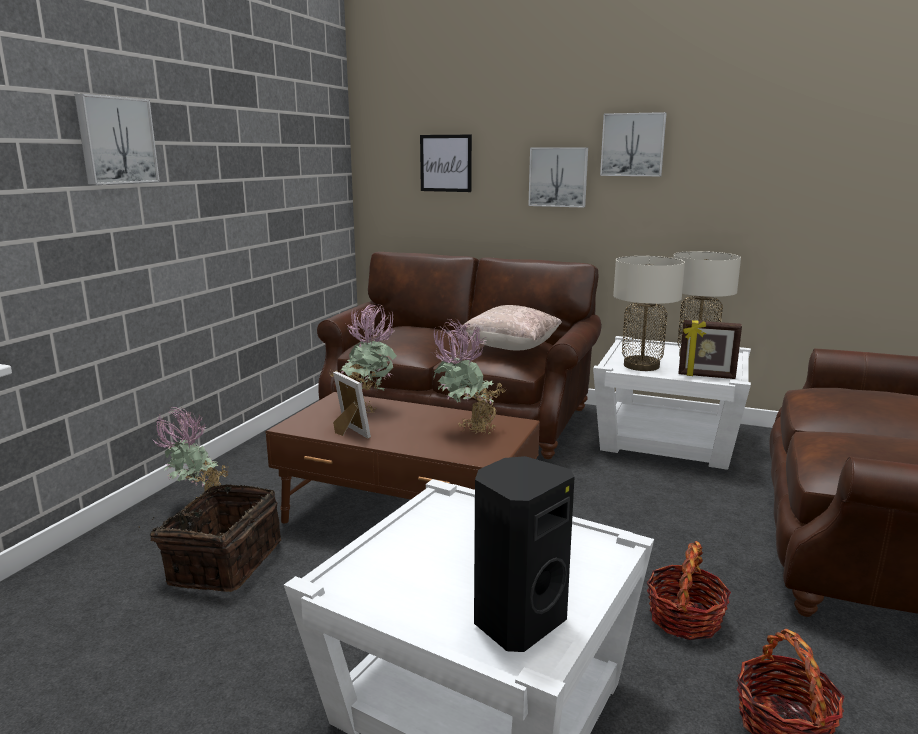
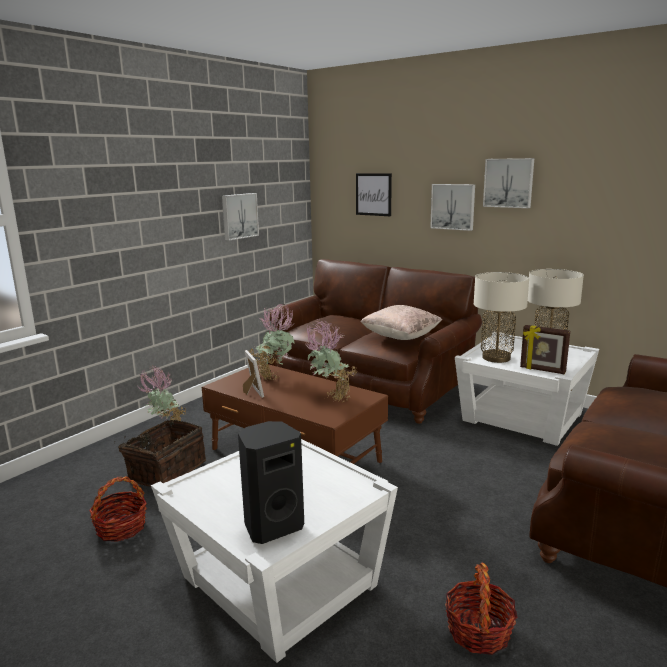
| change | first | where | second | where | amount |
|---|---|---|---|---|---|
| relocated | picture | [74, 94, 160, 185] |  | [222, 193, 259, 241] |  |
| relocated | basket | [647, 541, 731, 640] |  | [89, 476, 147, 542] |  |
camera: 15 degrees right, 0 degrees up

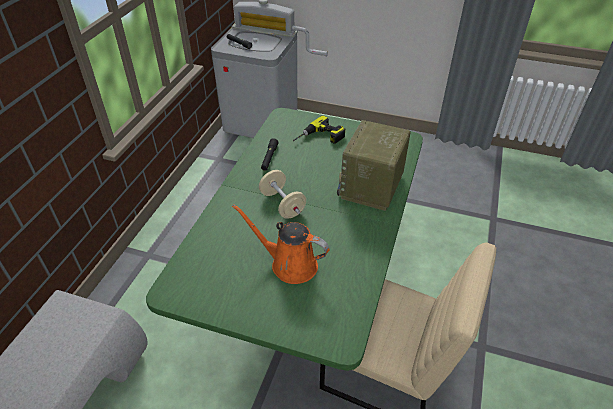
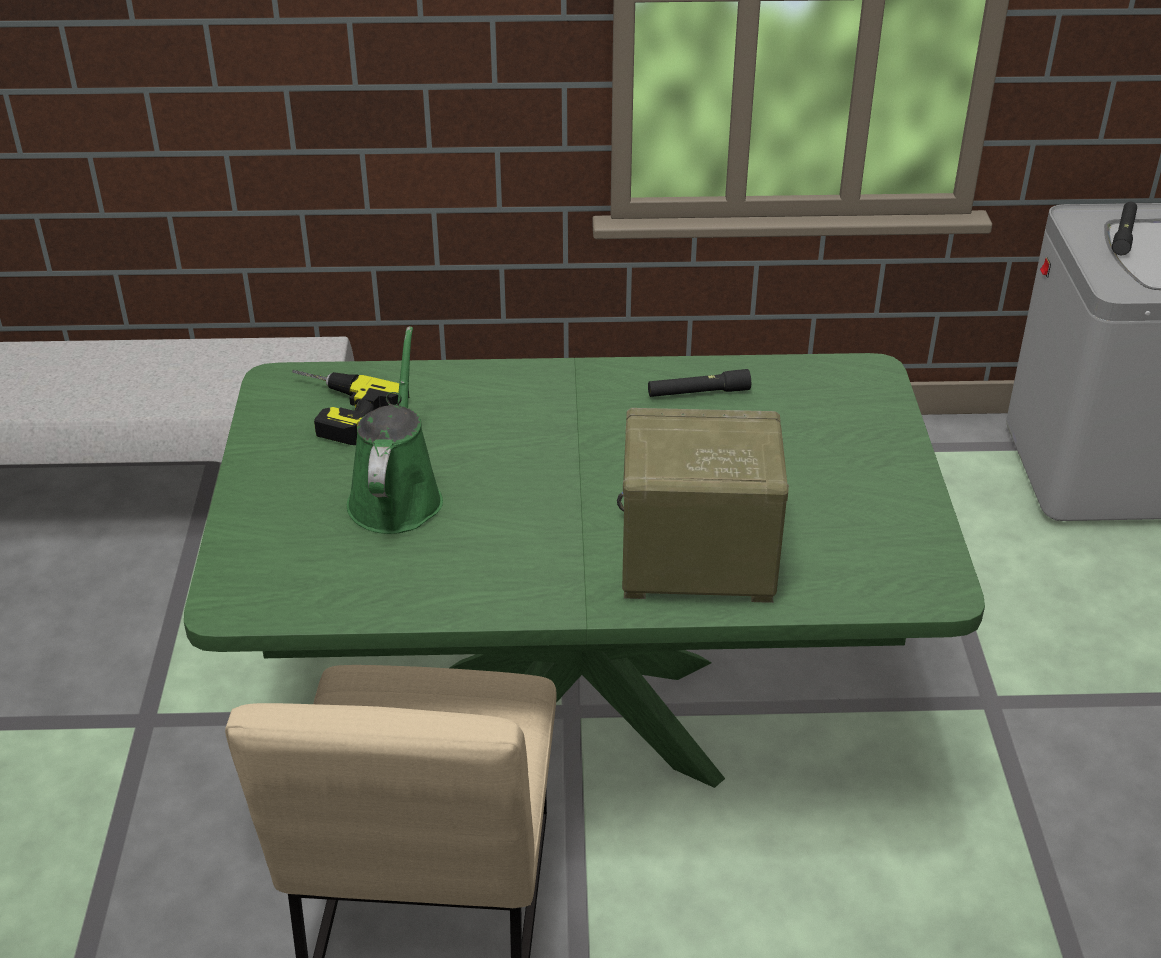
| change | first | where | second | where | amount |
|---|---|---|---|---|---|
| colour | orange watering can | [232, 204, 329, 284] | green watering can | [347, 327, 443, 534] |  |
| missing | beige dumbbell | [259, 170, 306, 219] |  |  |  |
| relocated | power drill | [293, 115, 345, 144] |  | [292, 370, 409, 445] |  |
camera: 70 degrees right, 5 degrees down

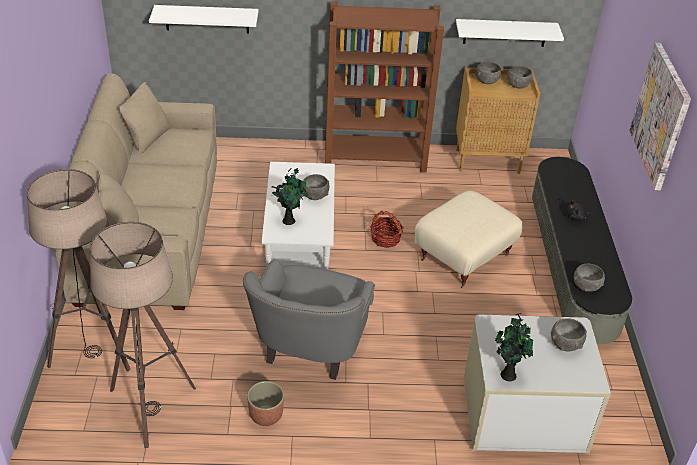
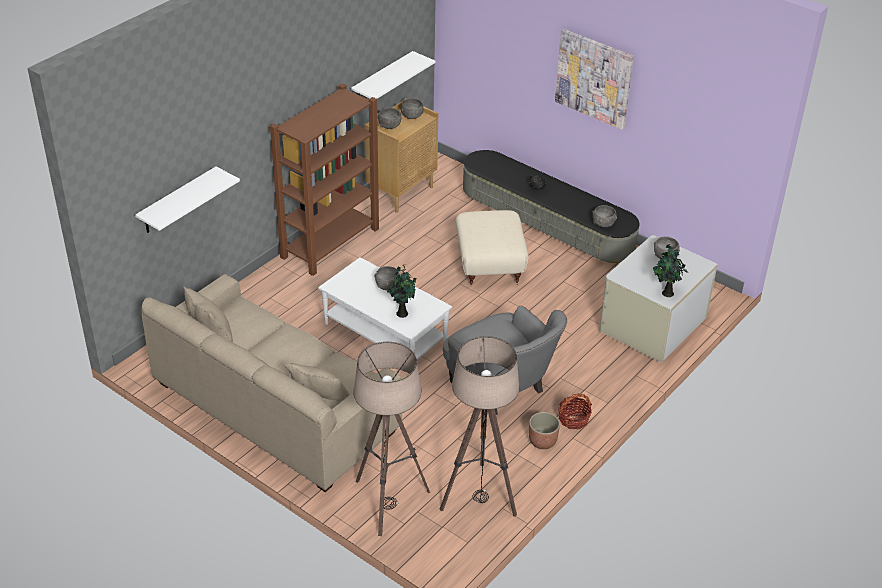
| change | first | where | second | where | amount |
|---|---|---|---|---|---|
| relocated | basket | [370, 211, 403, 248] |  | [558, 393, 592, 429] |  |
camera: 50 degrees left, 0 degrees up

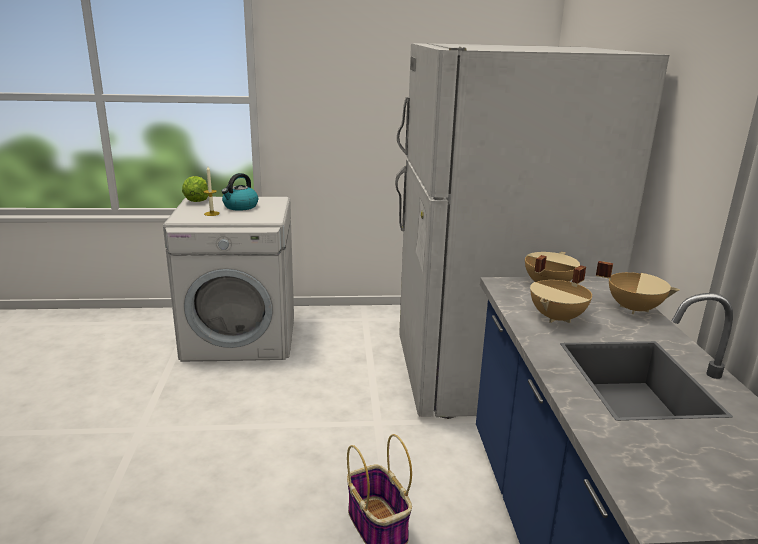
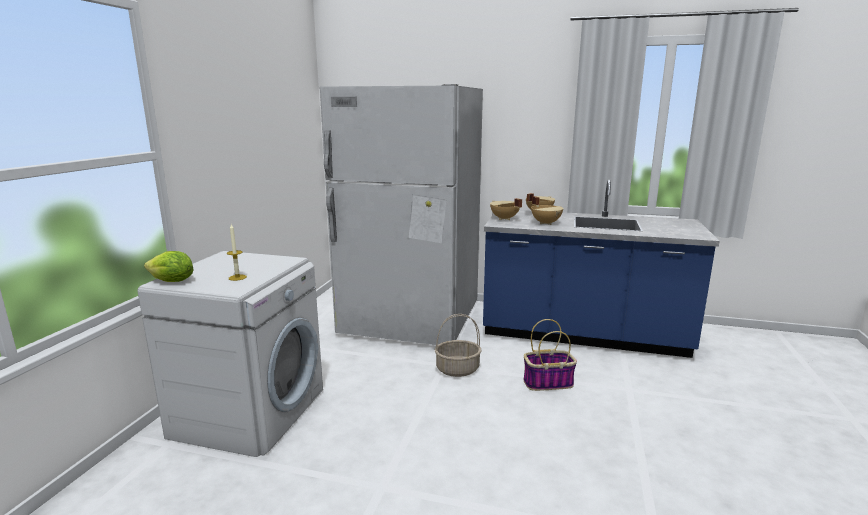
| change | first | where | second | where | amount |
|---|---|---|---|---|---|
| missing | kettle | [222, 173, 258, 211] |  |  |  |
| appeared |  |  | basket | [435, 314, 481, 377] |  |
camera: 70 degrees left, 5 degrees down

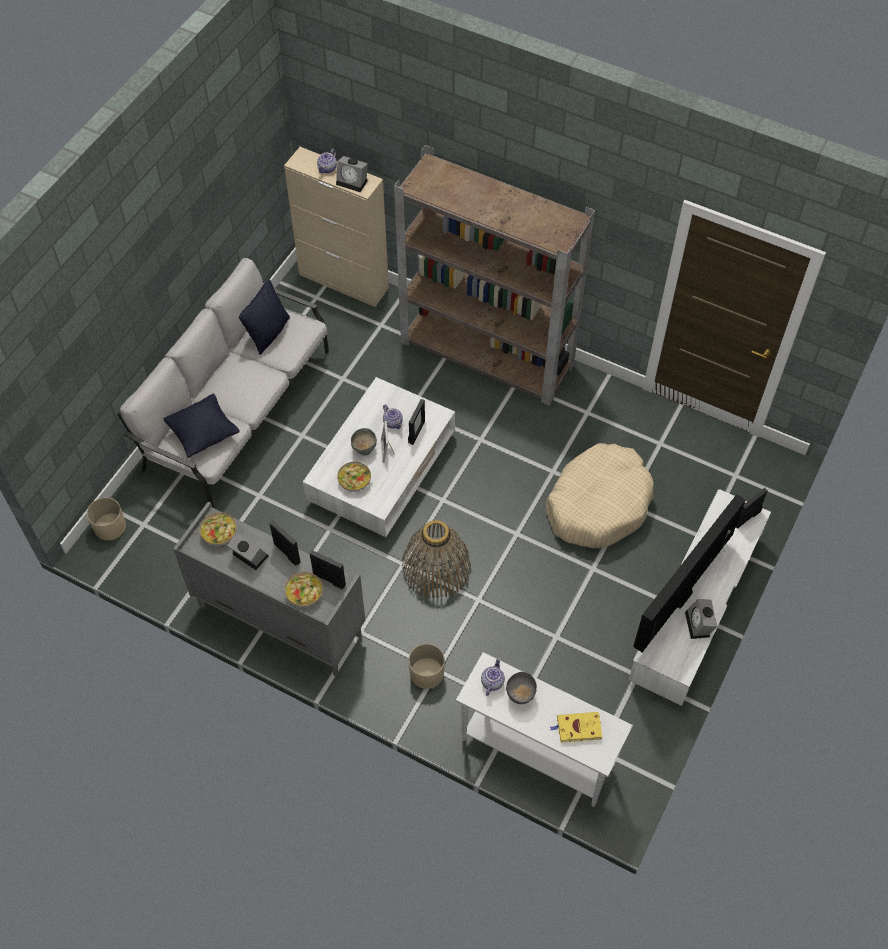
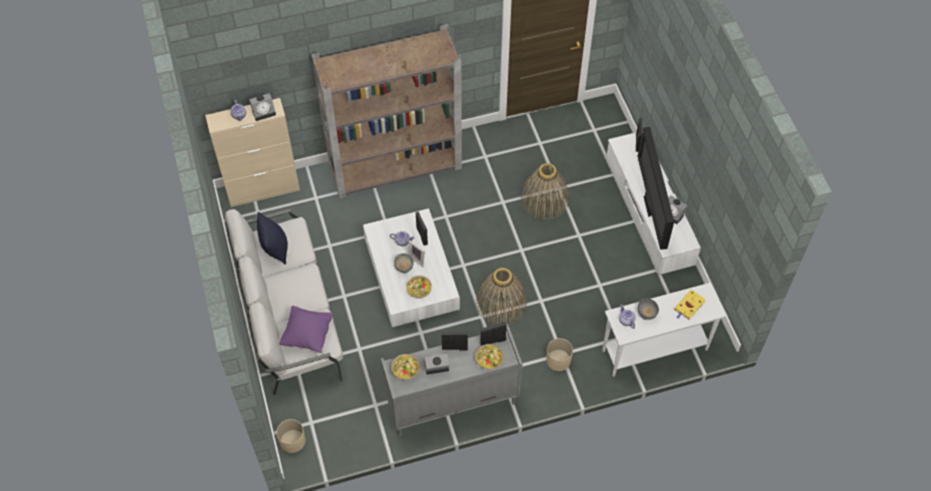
| change | first | where | second | where | amount |
|---|---|---|---|---|---|
| colour | black pillow | [163, 393, 240, 458] | purple pillow | [279, 306, 333, 353] |  |
| exchanged | beige dog bed | [546, 443, 654, 548] | basket | [521, 163, 569, 220] |  |
camera: 45 degrees left, 0 degrees up

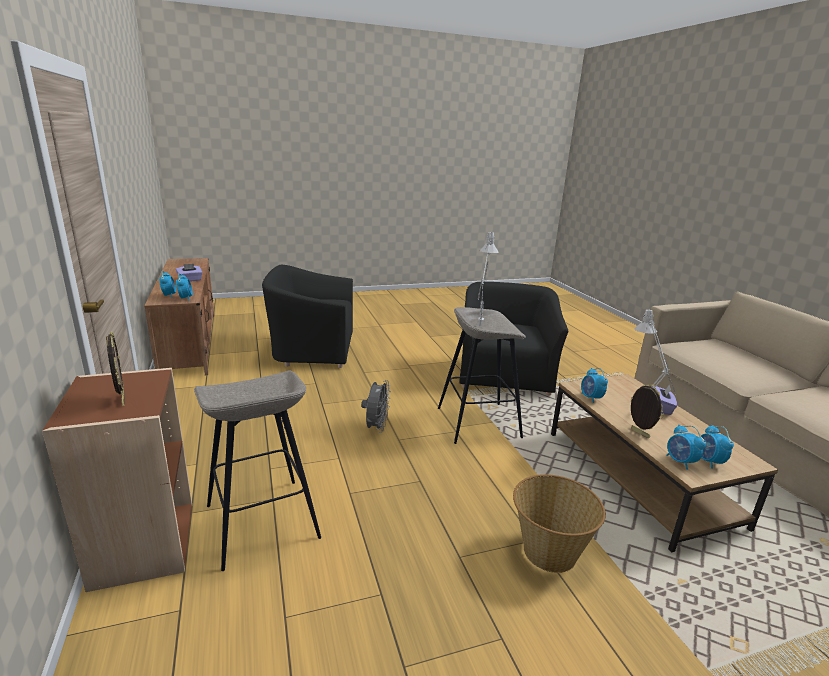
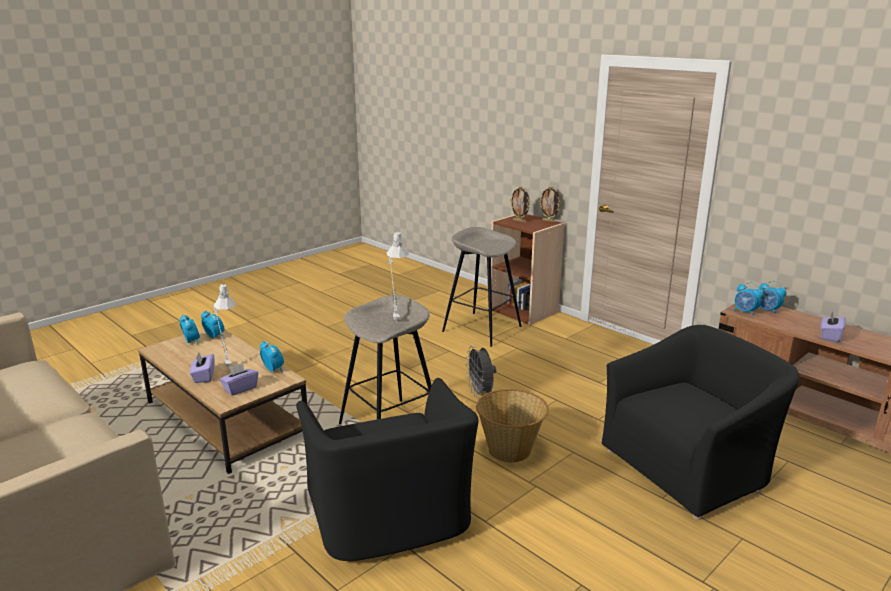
| change | first | where | second | where | amount |
|---|---|---|---|---|---|
| relocated | basket | [513, 474, 606, 573] |  | [476, 389, 549, 462] |  |
| relocated | picture frame | [630, 384, 664, 438] |  | [539, 186, 561, 223] |  |
| appeared |  |  | purple tissue box | [220, 363, 258, 396] |  |
camera: 155 degrees right, 0 degrees up

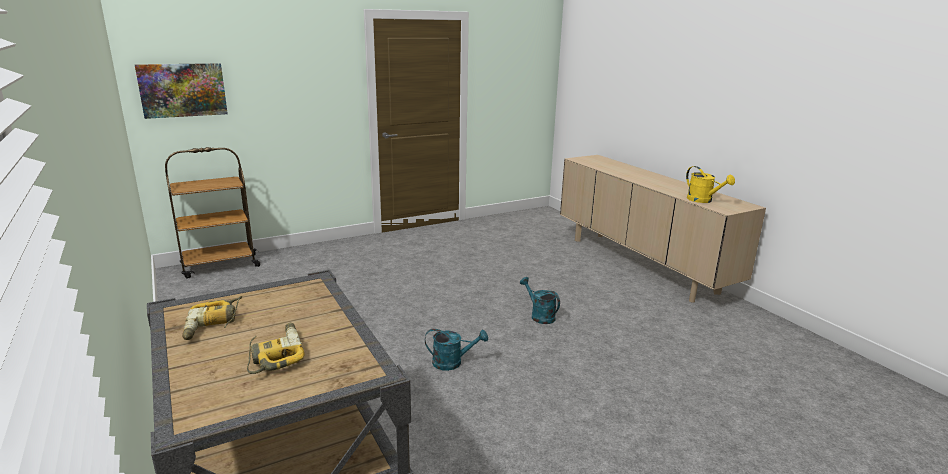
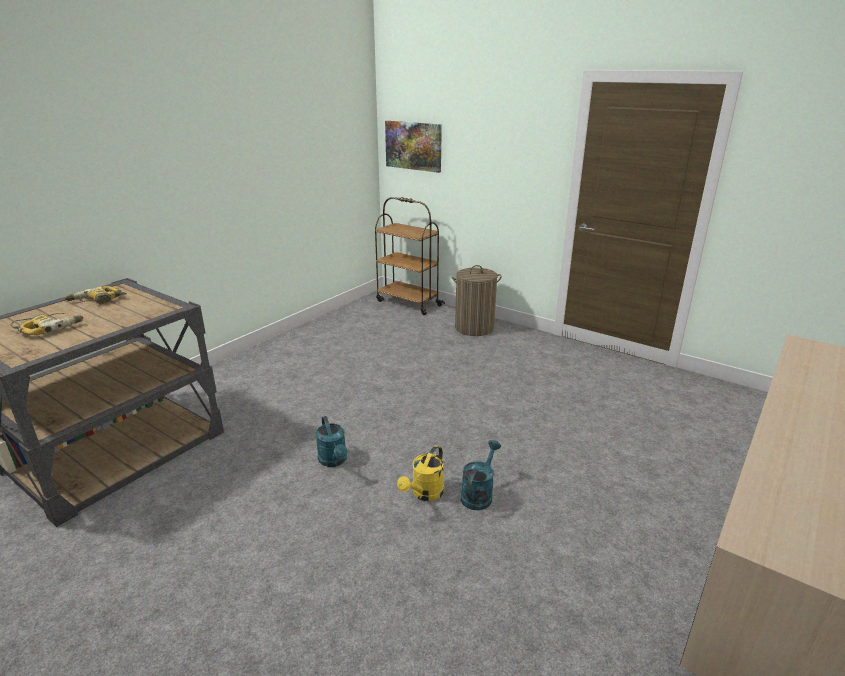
| change | first | where | second | where | amount |
|---|---|---|---|---|---|
| relocated | yellow watering can | [686, 166, 735, 203] |  | [397, 445, 444, 501] |  |
| appeared |  |  | laundry basket | [452, 265, 502, 336] |  |
camera: 65 degrees right, 5 degrees up

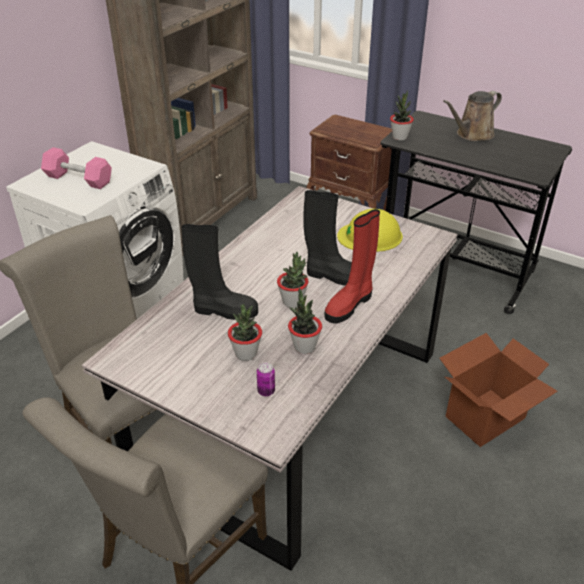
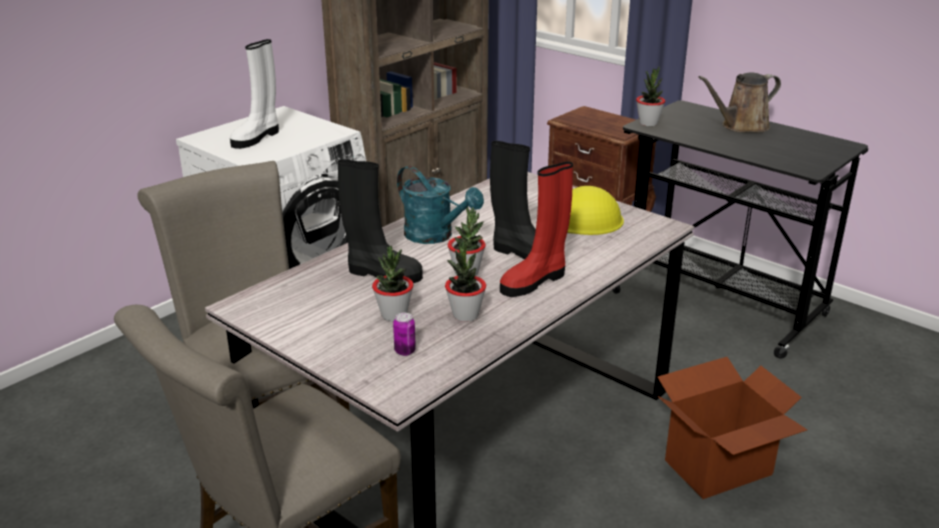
| change | first | where | second | where | amount |
|---|---|---|---|---|---|
| exchanged | pink dumbbell | [41, 147, 112, 189] | white boot | [230, 39, 279, 149] |  |
| appeared |  |  | turquoise watering can | [397, 166, 484, 244] |  |
camera: 10 degrees right, 10 degrees down

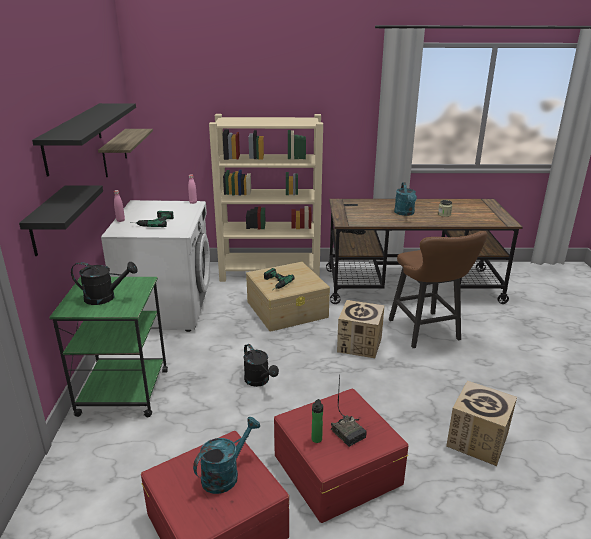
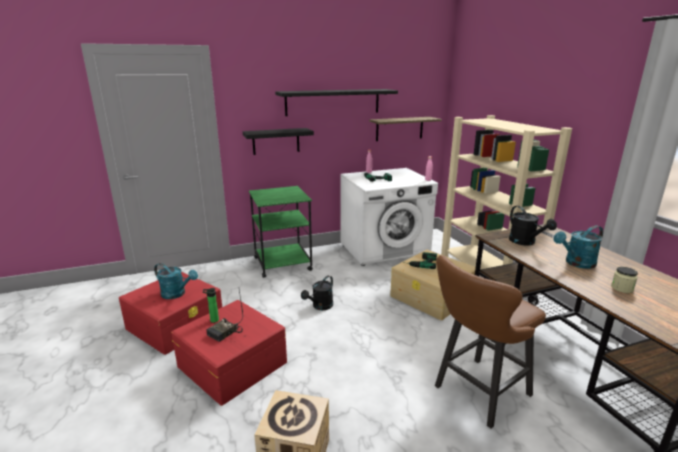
| change | first | where | second | where | amount |
|---|---|---|---|---|---|
| relocated | black watering can | [71, 262, 138, 305] |  | [509, 206, 557, 245] |  |
| missing | cardboard box | [337, 300, 385, 358] |  |  |  |
camera: 70 degrees right, 5 degrees down

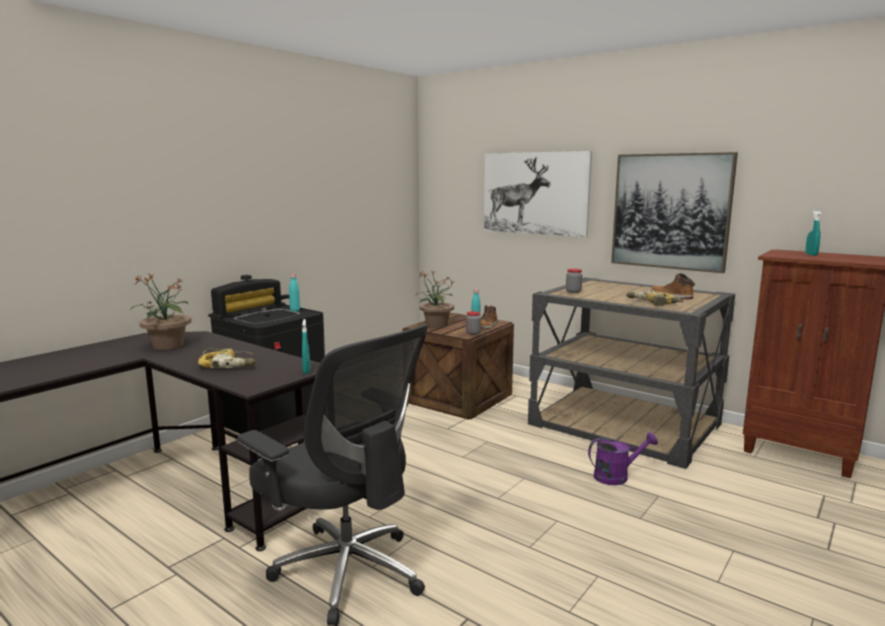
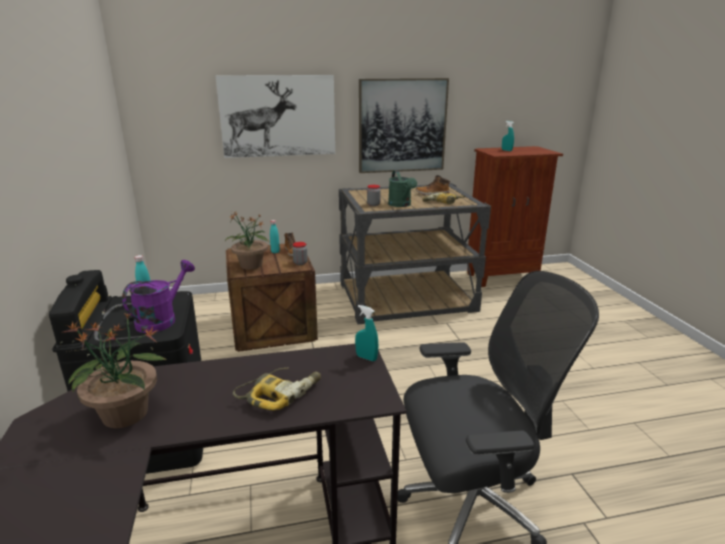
| change | first | where | second | where | amount |
|---|---|---|---|---|---|
| relocated | purple watering can | [588, 432, 658, 485] |  | [122, 260, 195, 333] |  |
| appeared |  |  | green watering can | [388, 170, 417, 207] |  |
camera: 50 degrees left, 10 degrees up

